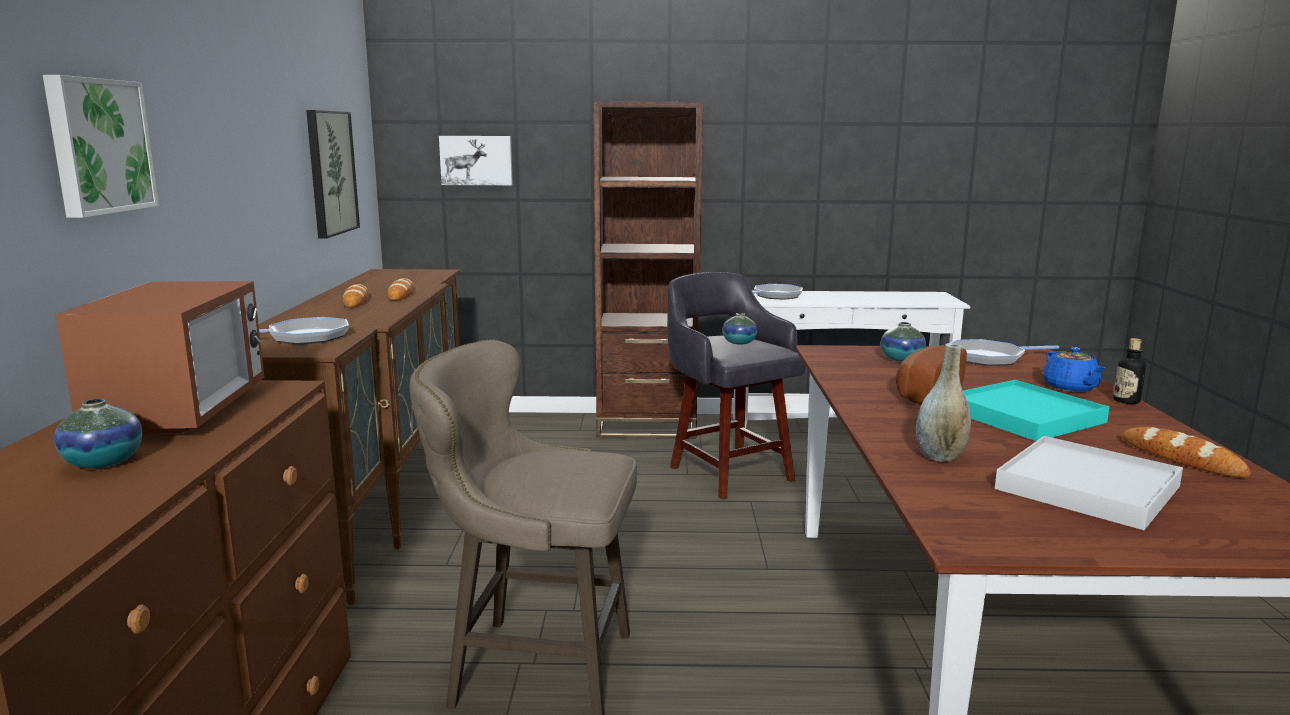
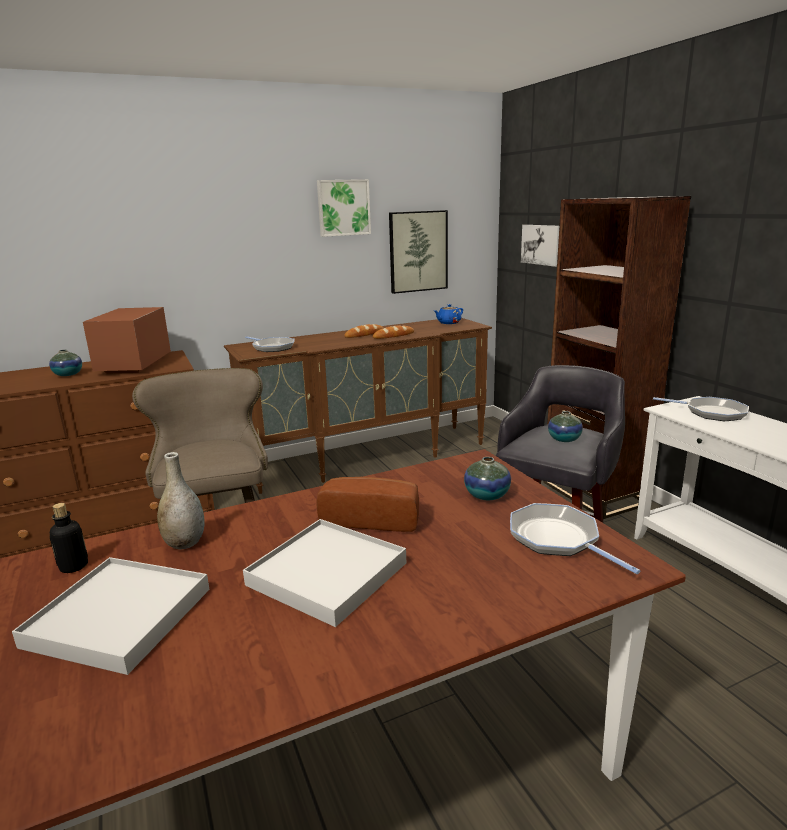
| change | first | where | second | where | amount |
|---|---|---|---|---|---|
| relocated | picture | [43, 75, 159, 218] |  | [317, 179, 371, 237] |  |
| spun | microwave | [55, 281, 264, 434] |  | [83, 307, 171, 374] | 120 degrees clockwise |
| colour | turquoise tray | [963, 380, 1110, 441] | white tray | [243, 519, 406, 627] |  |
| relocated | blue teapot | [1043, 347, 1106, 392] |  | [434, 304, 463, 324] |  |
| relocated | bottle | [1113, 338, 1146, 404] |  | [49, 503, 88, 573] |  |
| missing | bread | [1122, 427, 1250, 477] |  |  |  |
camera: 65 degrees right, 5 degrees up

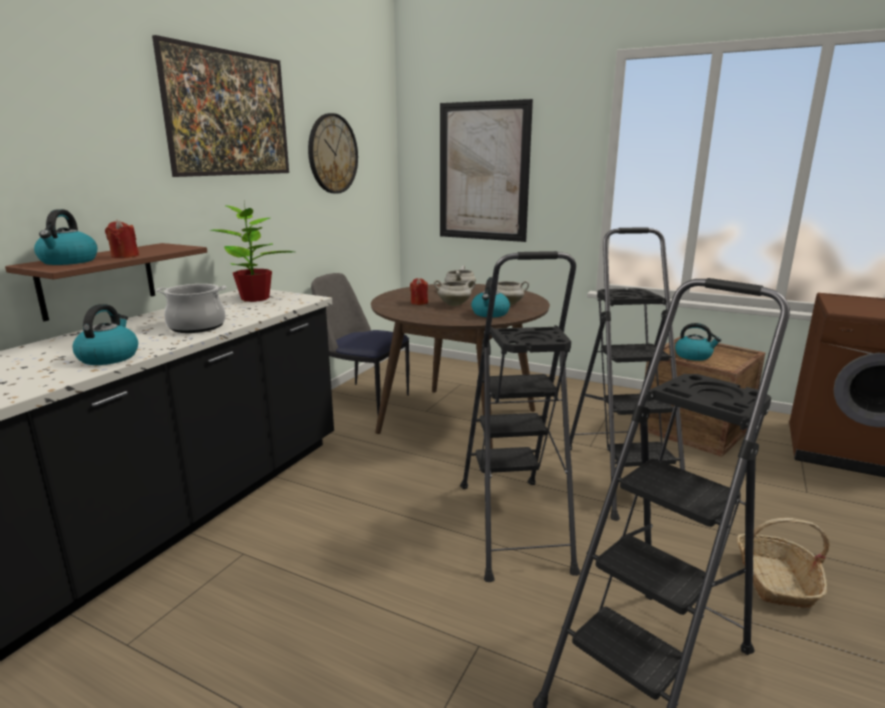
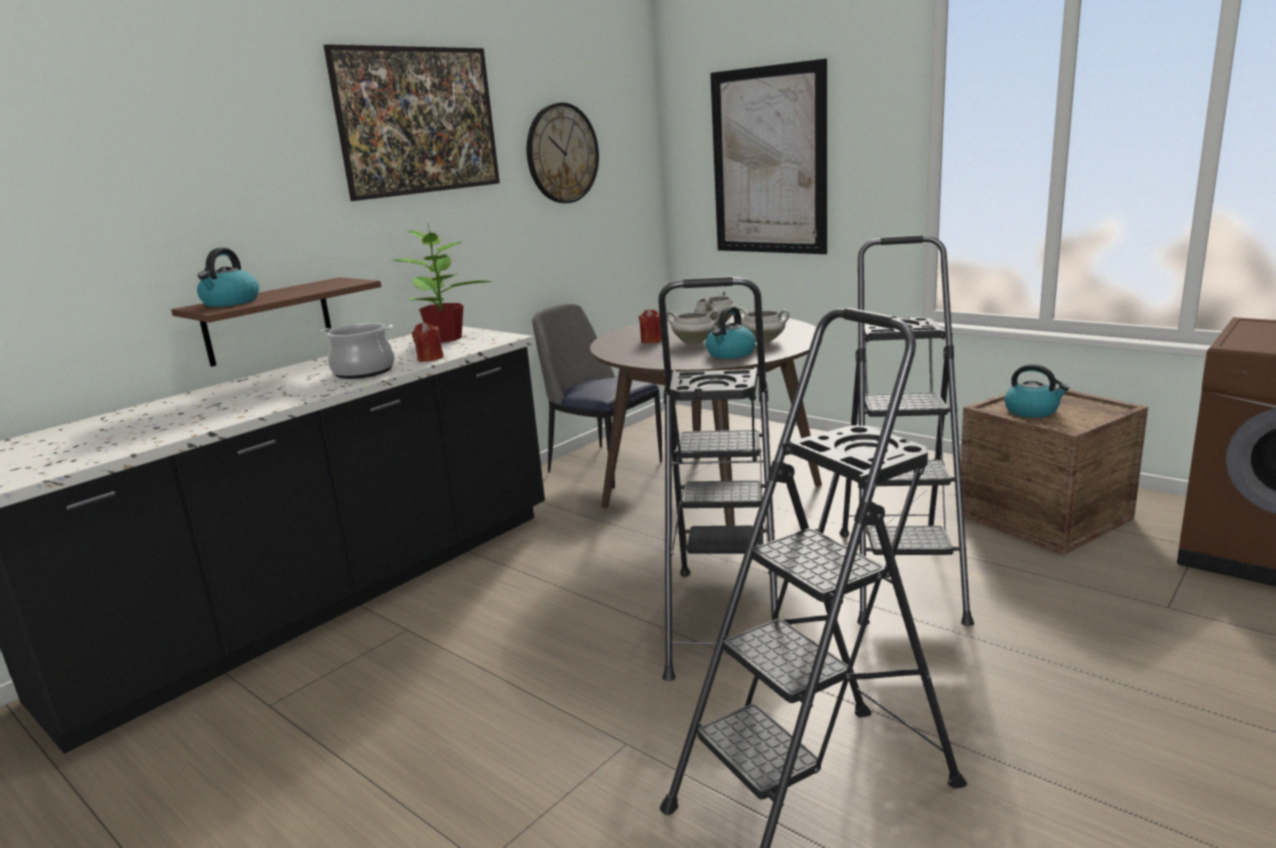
| change | first | where | second | where | amount |
|---|---|---|---|---|---|
| missing | kettle | [72, 304, 138, 365] |  |  |  |
| relocated | red candle | [105, 220, 139, 258] |  | [412, 322, 444, 362] |  |
| missing | basket | [737, 518, 830, 608] |  |  |  |
camera: 15 degrees right, 0 degrees up

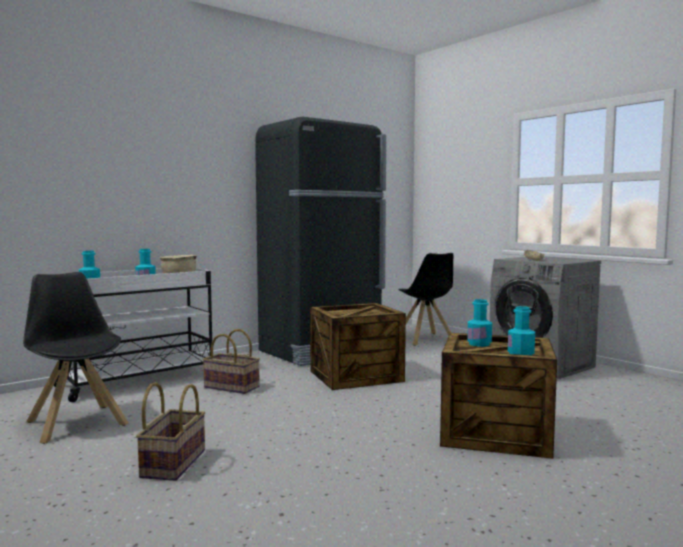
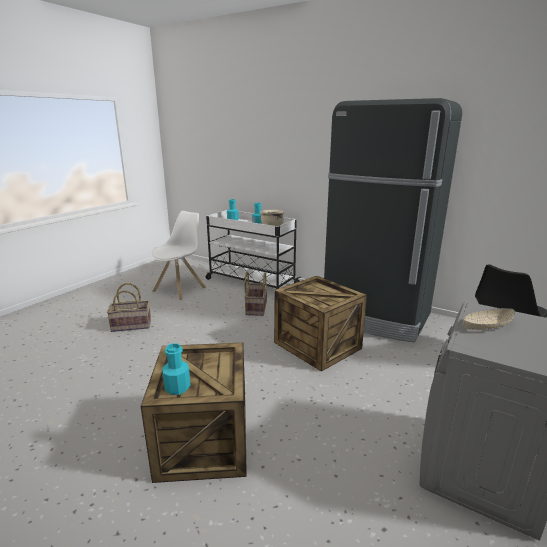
| change | first | where | second | where | amount |
|---|---|---|---|---|---|
| colour | black chair | [23, 272, 129, 444] | white chair | [151, 211, 206, 300] |  |
| missing | turquoise bottle | [467, 299, 492, 347] |  |  |  |
camera: 70 degrees right, 15 degrees up

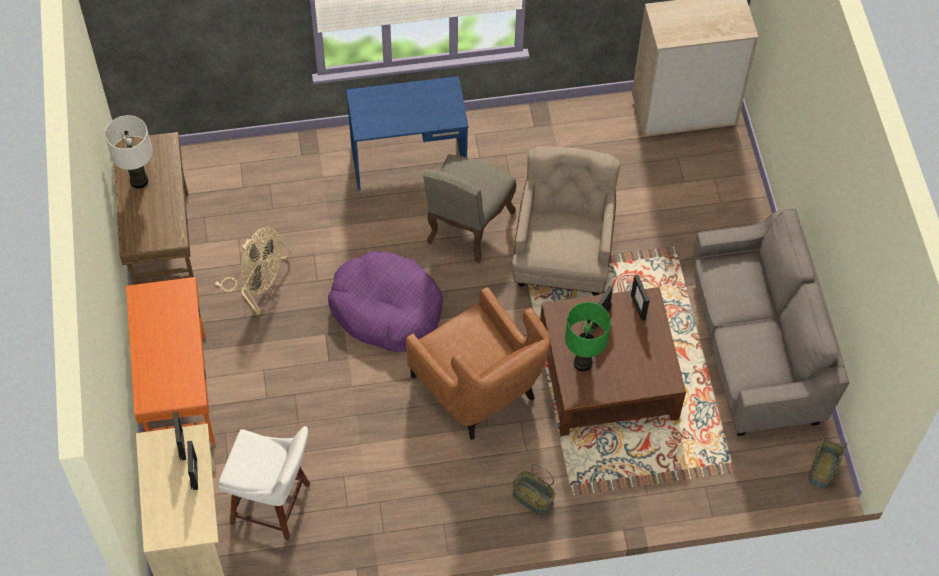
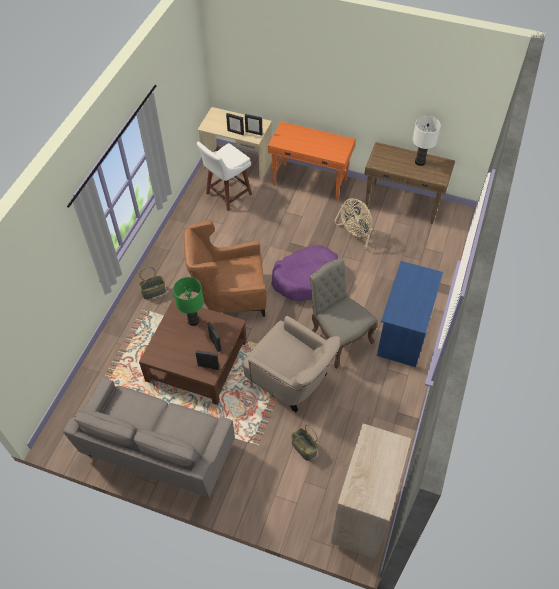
| change | first | where | second | where | amount |
|---|---|---|---|---|---|
| relocated | basket | [809, 435, 847, 489] |  | [291, 424, 318, 461] |  |
camera: 120 degrees right, 5 degrees down

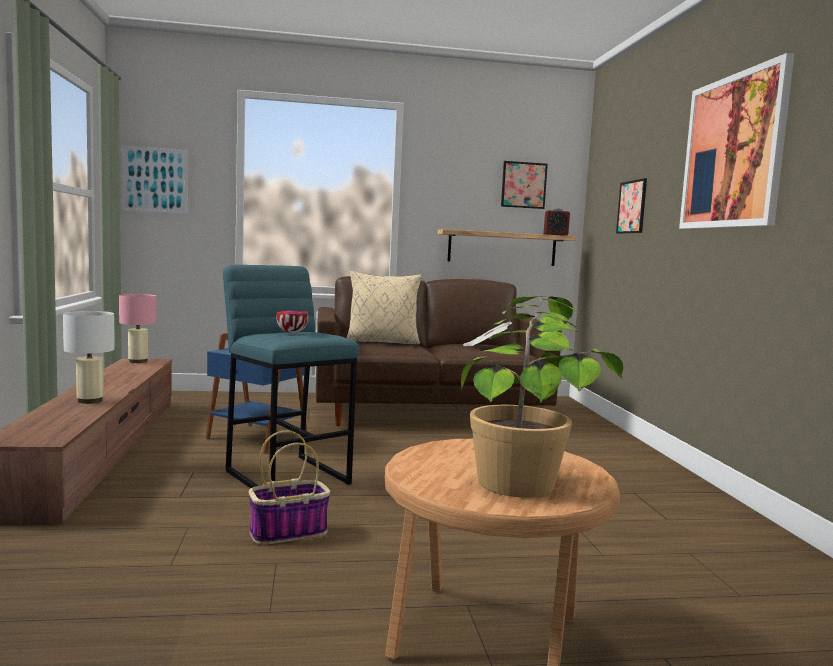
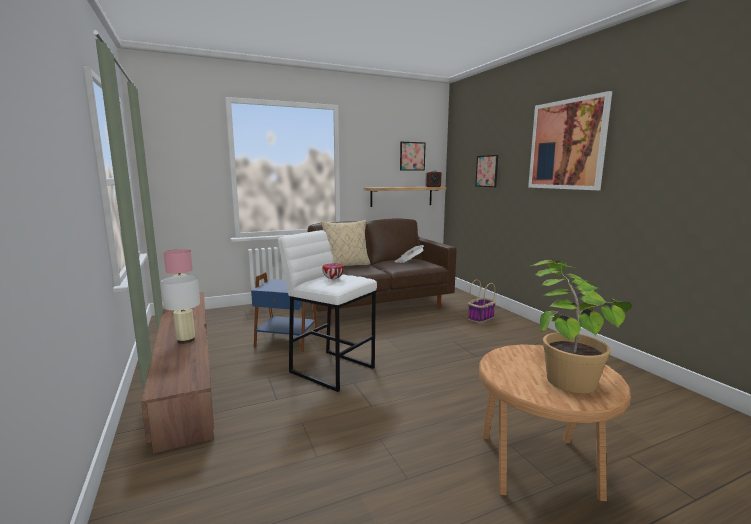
| change | first | where | second | where | amount |
|---|---|---|---|---|---|
| missing | picture | [121, 146, 188, 214] |  |  |  |
| colour | turquoise stool | [223, 265, 359, 488] | white stool | [278, 230, 377, 392] |  |
| relocated | basket | [248, 430, 331, 545] |  | [468, 279, 496, 323] |  |
camera: 15 degrees left, 5 degrees up

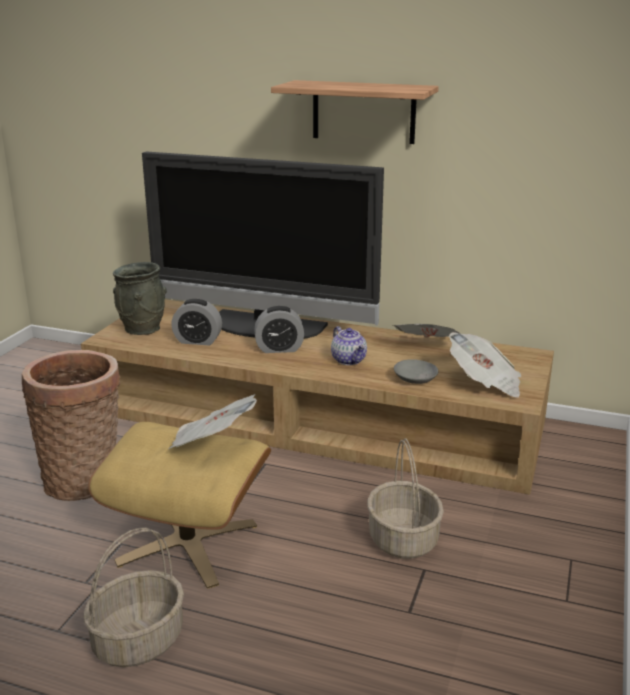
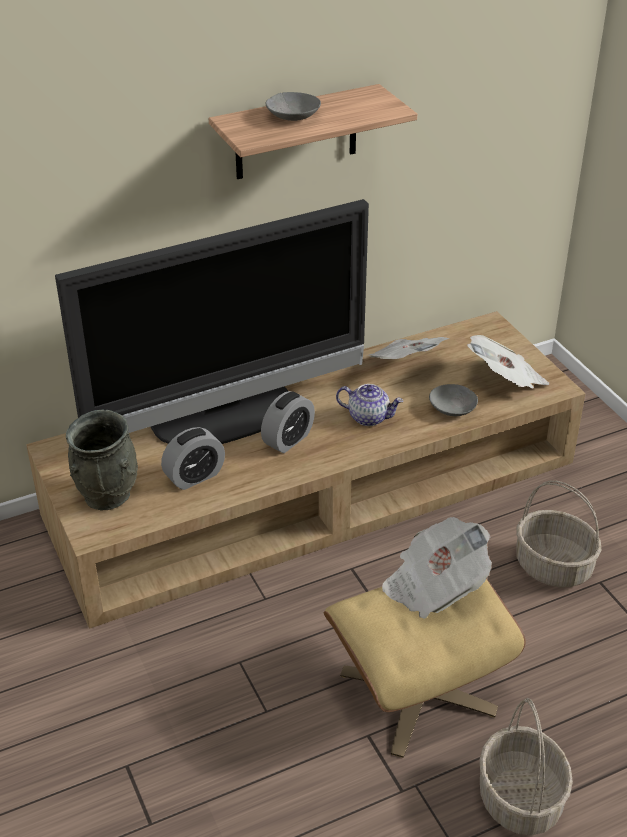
| change | first | where | second | where | amount |
|---|---|---|---|---|---|
| missing | basket | [22, 350, 120, 501] |  |  |  |
| appeared |  |  | grey bowl | [266, 92, 321, 121] |  |
camera: 45 degrees left, 15 degrees up

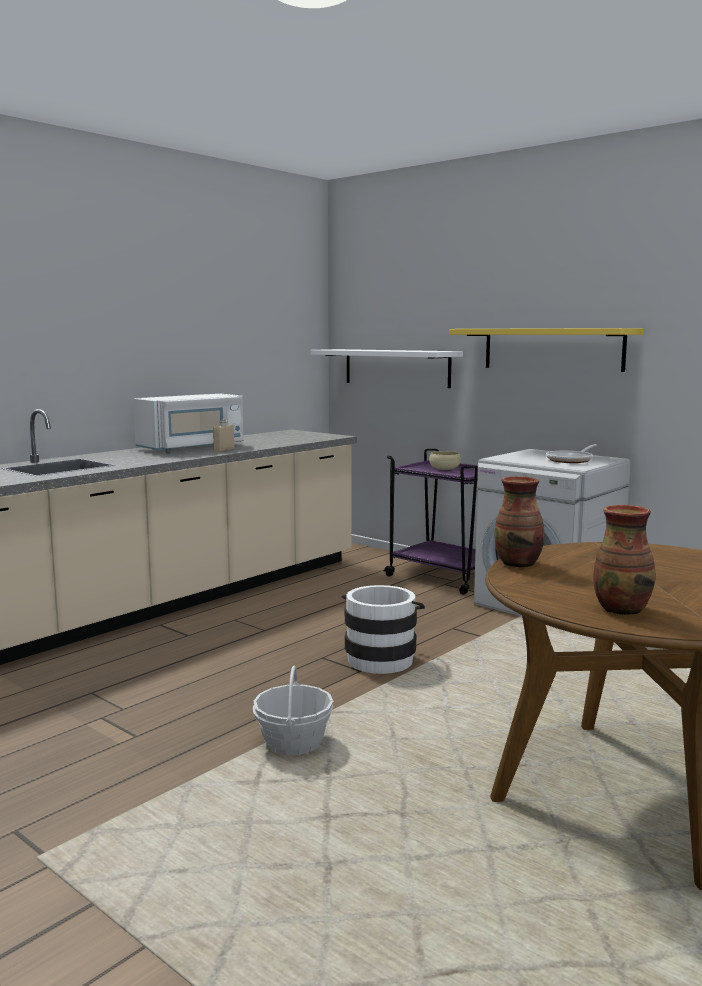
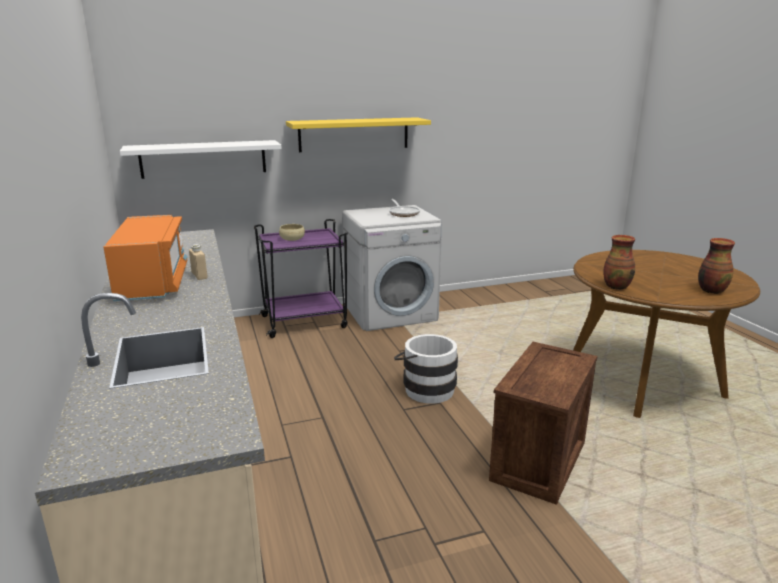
| change | first | where | second | where | amount |
|---|---|---|---|---|---|
| colour | white microwave | [133, 394, 244, 452] | orange microwave | [103, 215, 188, 301] |  |
| exchanged | basket | [253, 665, 333, 755] | crate | [489, 342, 597, 505] |  |
camera: 60 degrees left, 10 degrees up

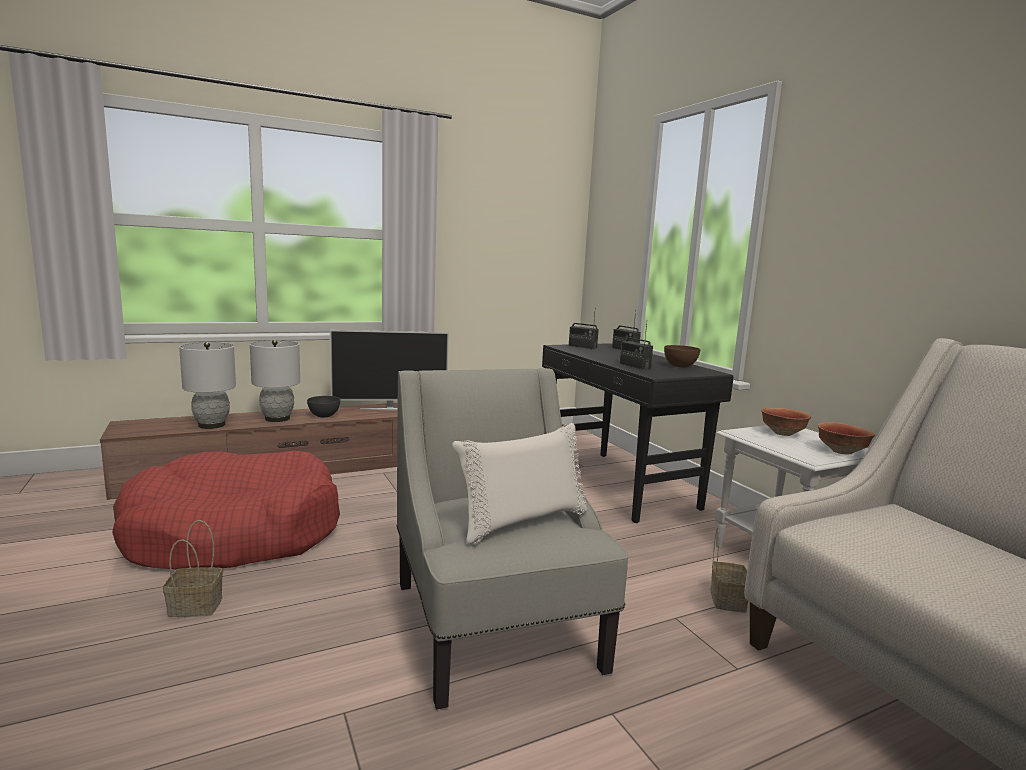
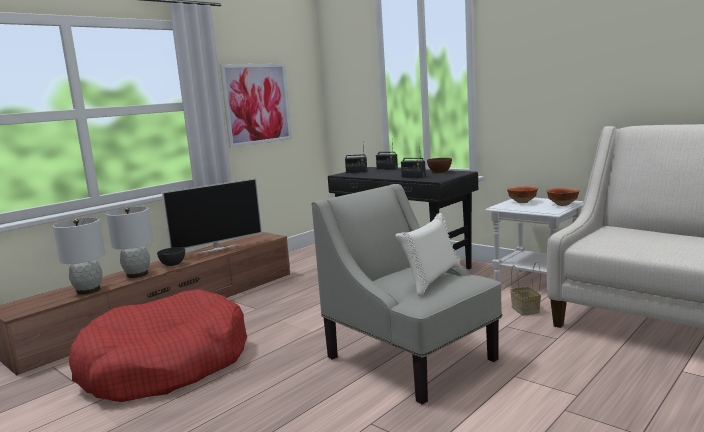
| change | first | where | second | where | amount |
|---|---|---|---|---|---|
| missing | basket | [163, 520, 223, 617] |  |  |  |
| appeared |  |  | picture | [220, 63, 292, 148] |  |
camera: 20 degrees left, 0 degrees up

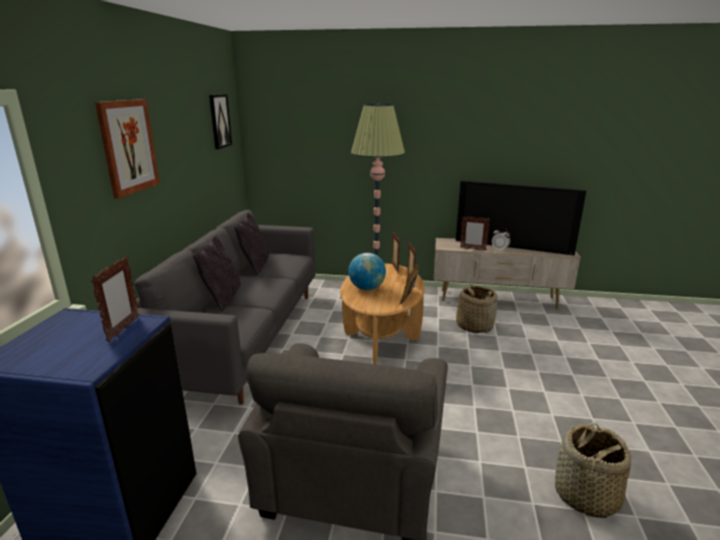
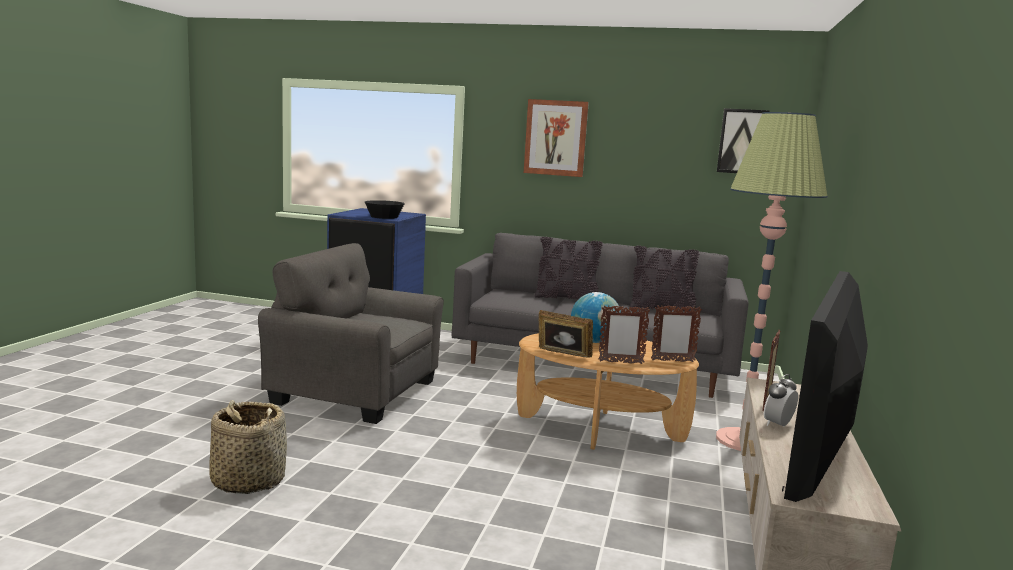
| change | first | where | second | where | amount |
|---|---|---|---|---|---|
| exchanged | picture frame | [91, 256, 139, 342] | black bowl | [365, 200, 405, 219] |  |
| missing | basket | [456, 284, 497, 333] |  |  |  |
camera: 95 degrees right, 10 degrees down

